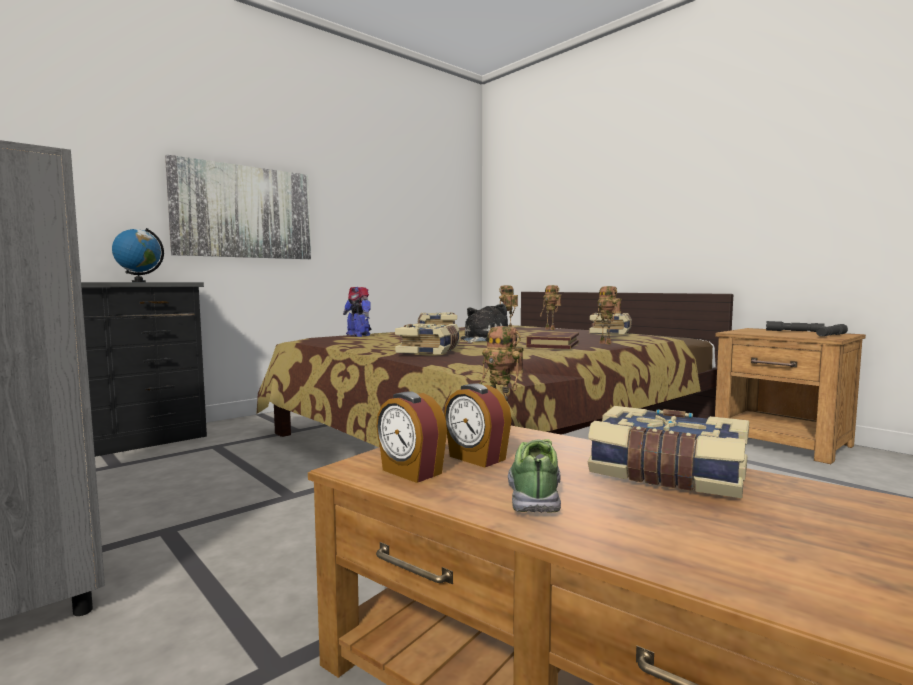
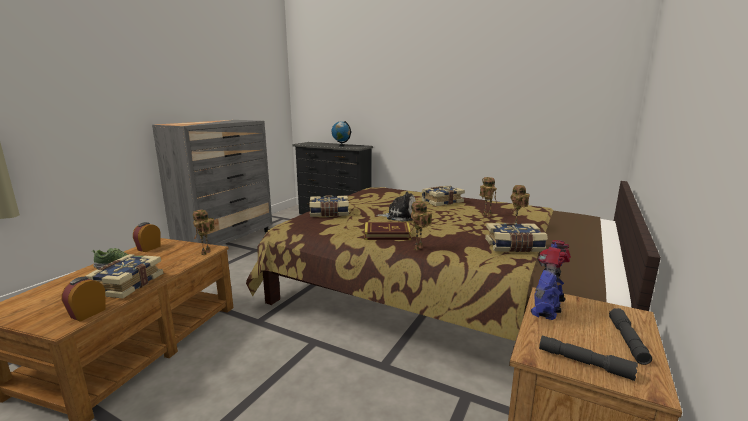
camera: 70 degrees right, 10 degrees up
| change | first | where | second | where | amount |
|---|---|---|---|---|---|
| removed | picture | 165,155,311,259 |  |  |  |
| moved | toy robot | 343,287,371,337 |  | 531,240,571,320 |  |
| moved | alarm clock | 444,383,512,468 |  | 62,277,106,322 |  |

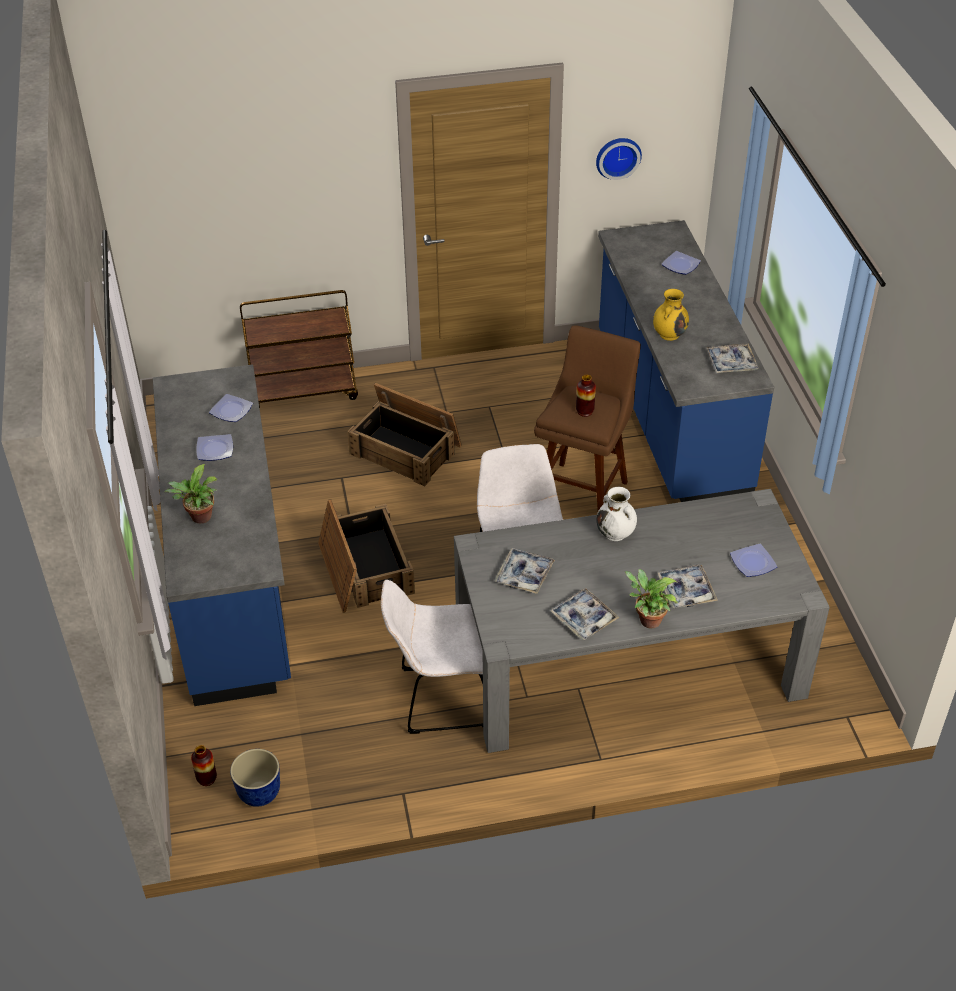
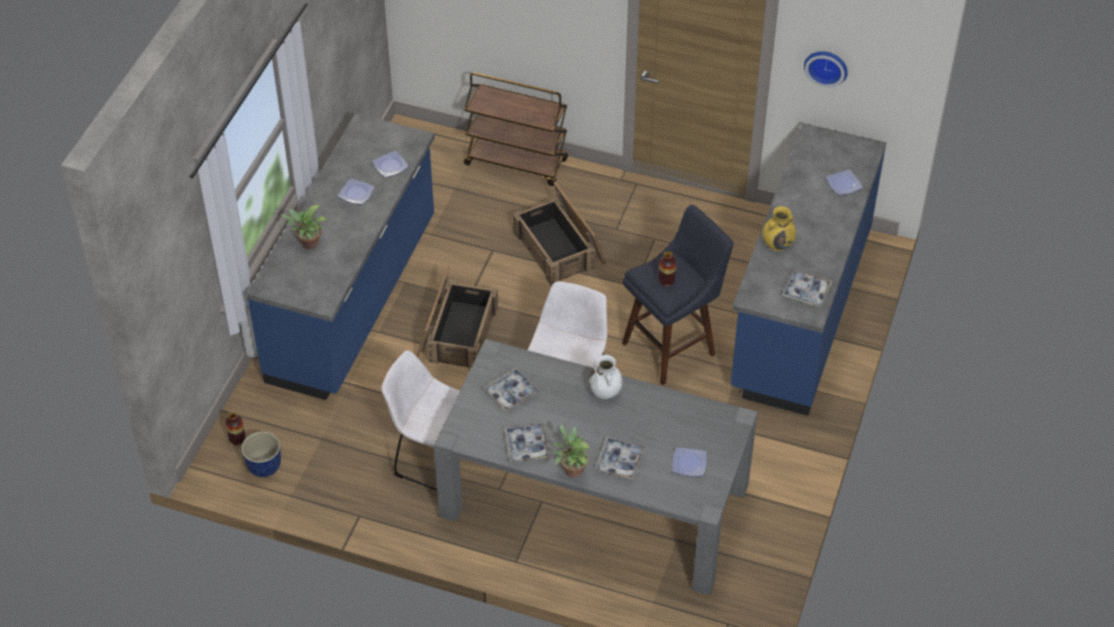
camera: 30 degrees right, 5 degrees up
| change | first | where | second | where | amount |
|---|---|---|---|---|---|
| recoloured | brown stool | 534,325,641,511 | blue stool | 622,205,733,385 |  |

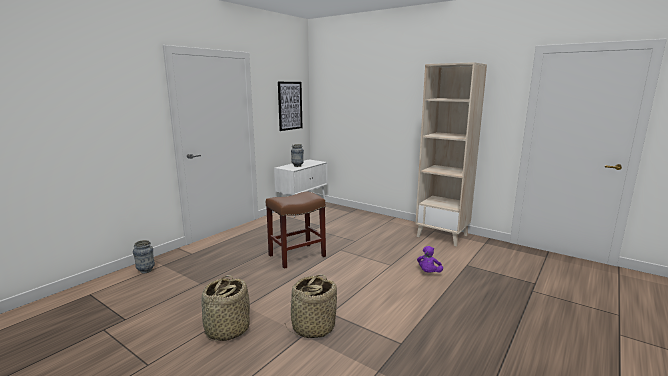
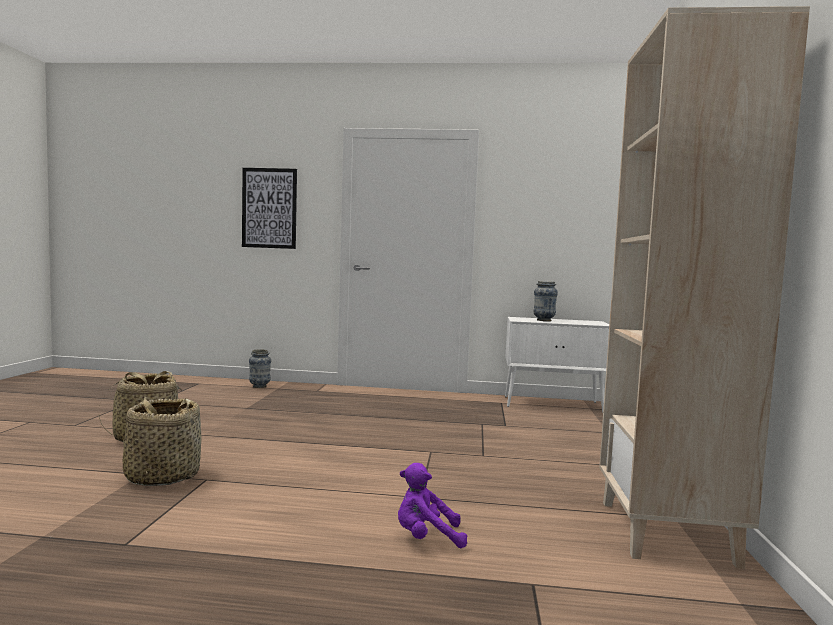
camera: 60 degrees right, 10 degrees down
| change | first | where | second | where | amount |
|---|---|---|---|---|---|
| moved | picture | 278,82,302,131 |  | 242,168,297,249 |  |
| removed | brown stool | 266,192,326,269 |  |  |  |

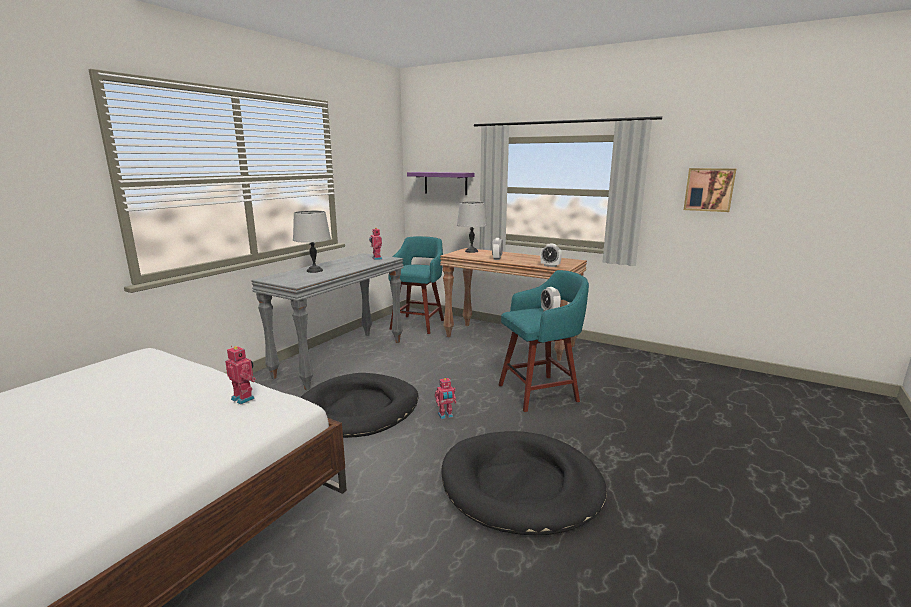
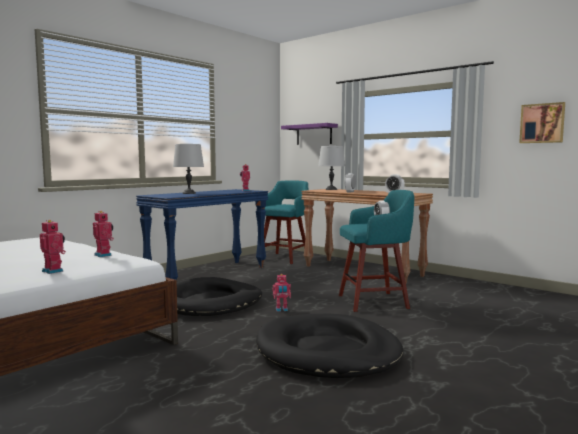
camera: 10 degrees right, 10 degrees down
| change | first | where | second | where | amount |
|---|---|---|---|---|---|
| recoloured | grey console table | 251,253,404,390 | blue console table | 136,189,268,280 |  |
| added |  |  | toy robot | 40,220,66,274 |  |

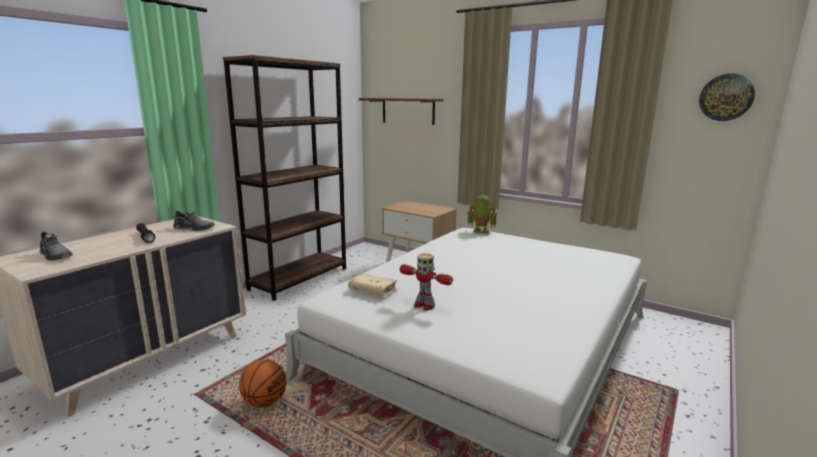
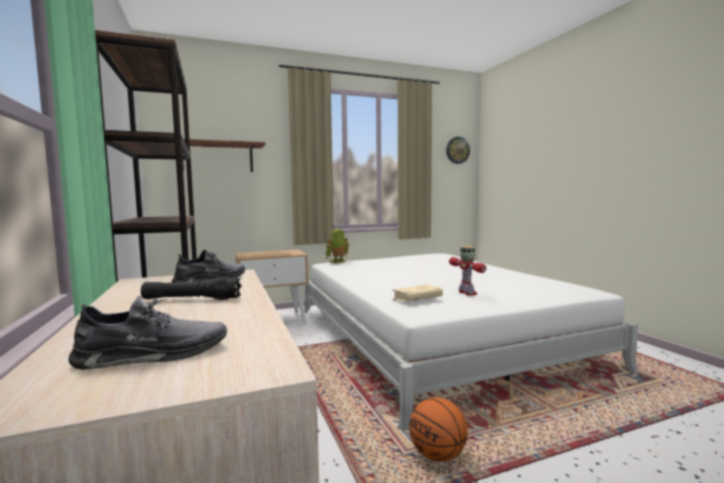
camera: 55 degrees left, 10 degrees down
| change | first | where | second | where | amount |
|---|---|---|---|---|---|
| turned | toy robot | 399,253,453,311 |  | 449,246,487,296 | 90 degrees counterclockwise |

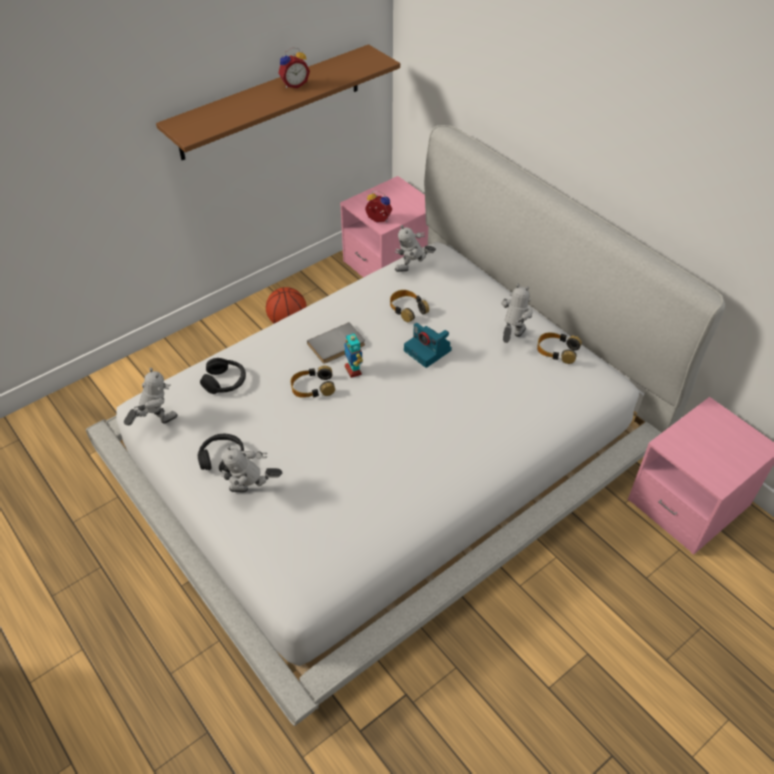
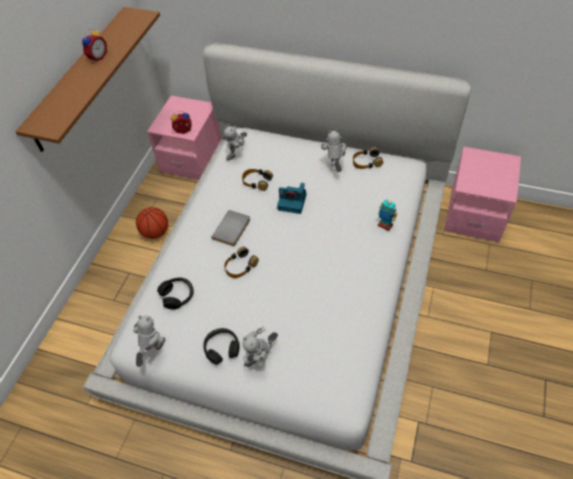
camera: 30 degrees left, 5 degrees up
| change | first | where | second | where | amount |
|---|---|---|---|---|---|
| moved | toy robot | 344,333,363,378 |  | 378,199,398,231 |  |

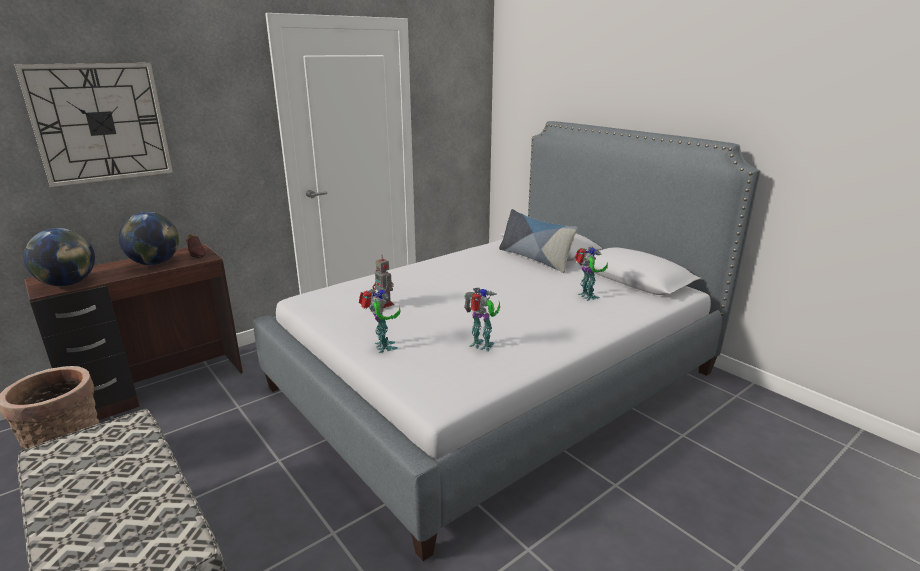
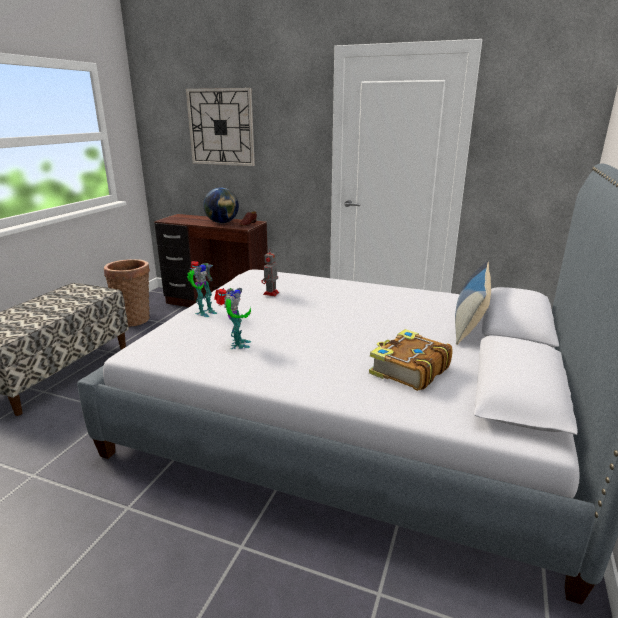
camera: 60 degrees right, 0 degrees up
| change | first | where | second | where | amount |
|---|---|---|---|---|---|
| removed | globe | 24,228,95,286 |  |  |  |
| replaced | toy robot | 575,247,608,301 | book | 369,329,453,391 |  |

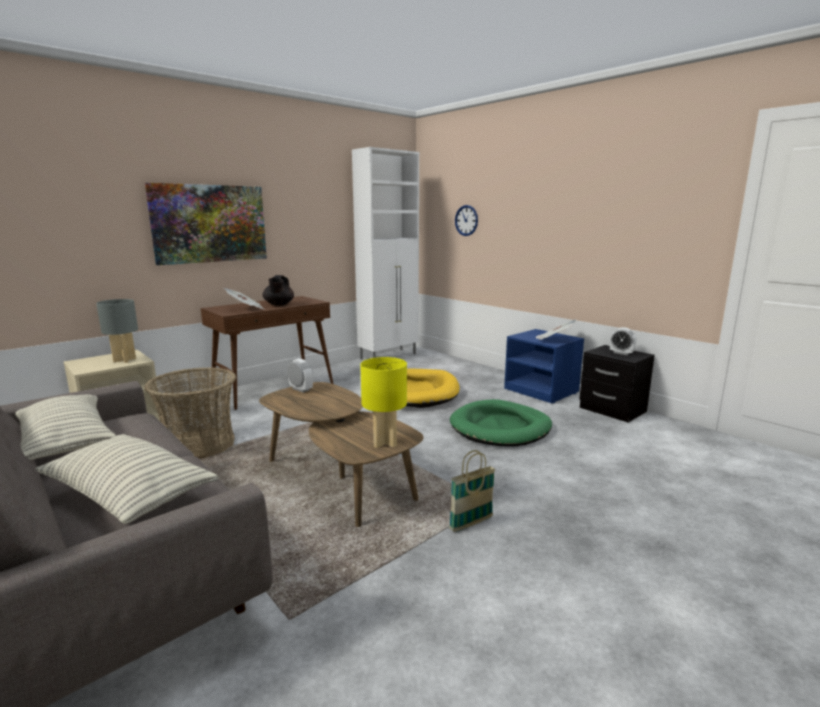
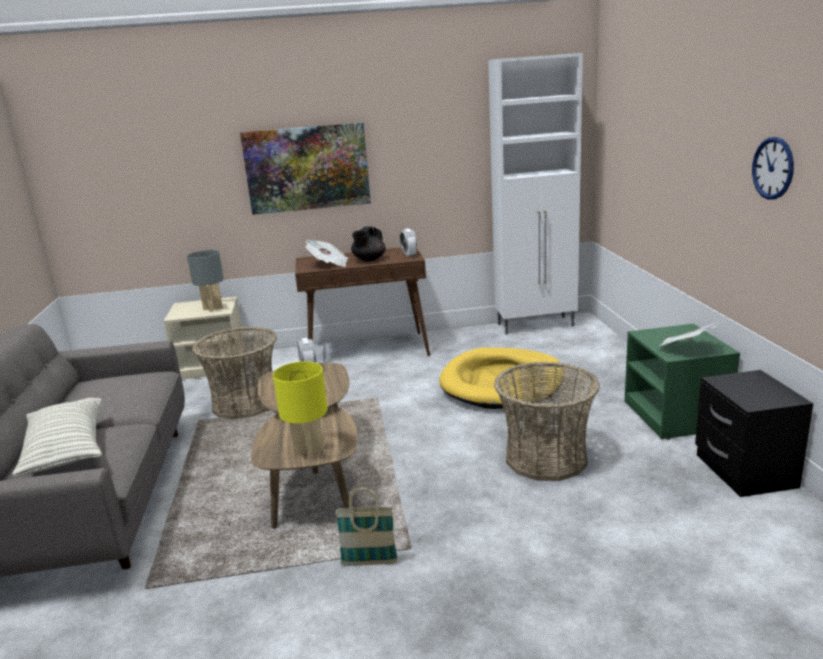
camera: 35 degrees right, 5 degrees up
| change | first | where | second | where | amount |
|---|---|---|---|---|---|
| moved | wall clock | 455,205,478,236 |  | 752,137,794,200 |  |
| moved | alarm clock | 610,327,636,355 |  | 400,228,417,257 |  |
| recoloured | blue nightstand | 504,329,584,403 | green nightstand | 624,324,740,440 |  |
| removed | pillow | 15,394,116,460 |  |  |  |
| replaced | green dog bed | 450,399,552,446 | basket | 494,361,600,481 |  |

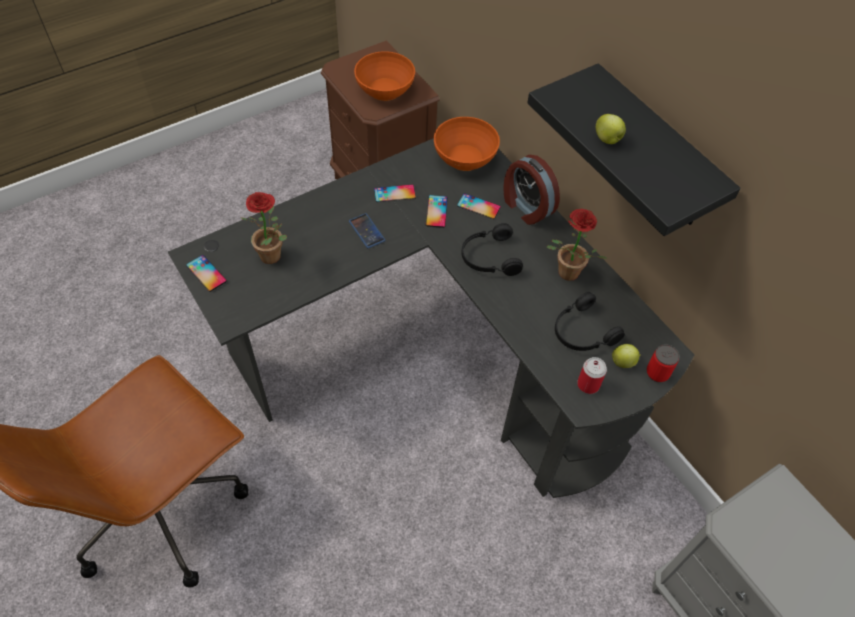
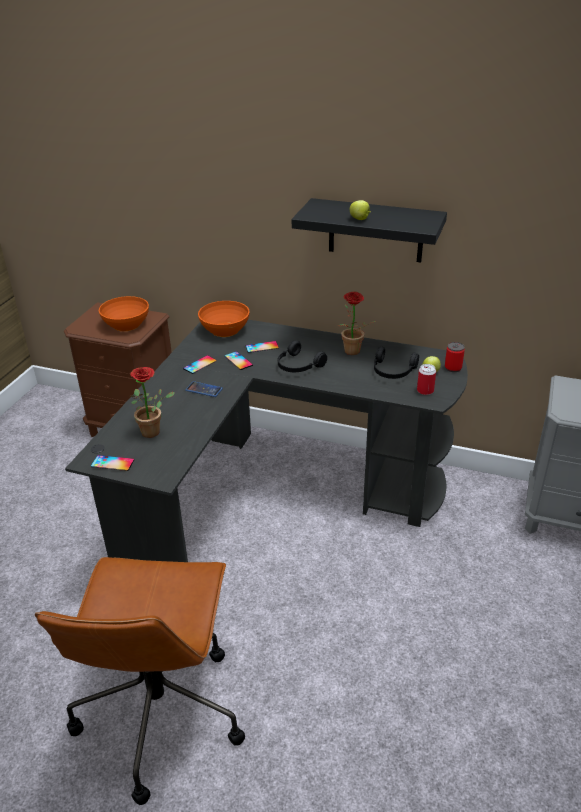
camera: 35 degrees left, 20 degrees down
| change | first | where | second | where | amount |
|---|---|---|---|---|---|
| removed | alarm clock | 503,155,560,225 |  |  |  |

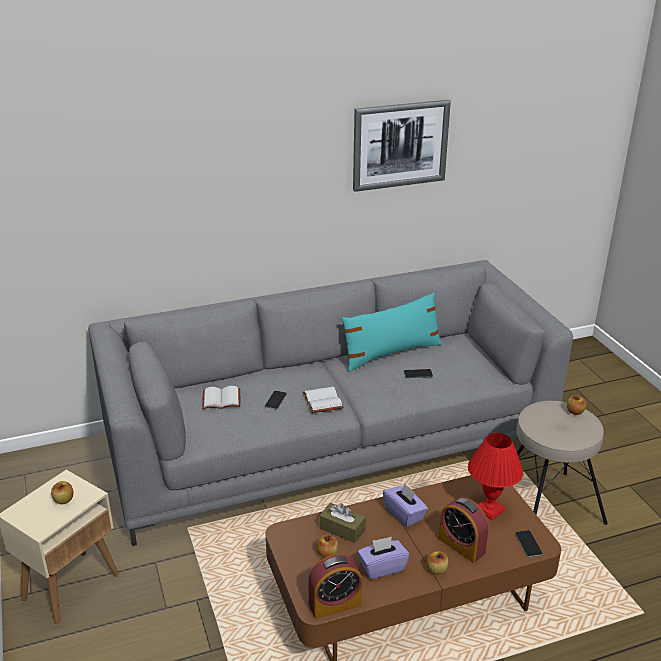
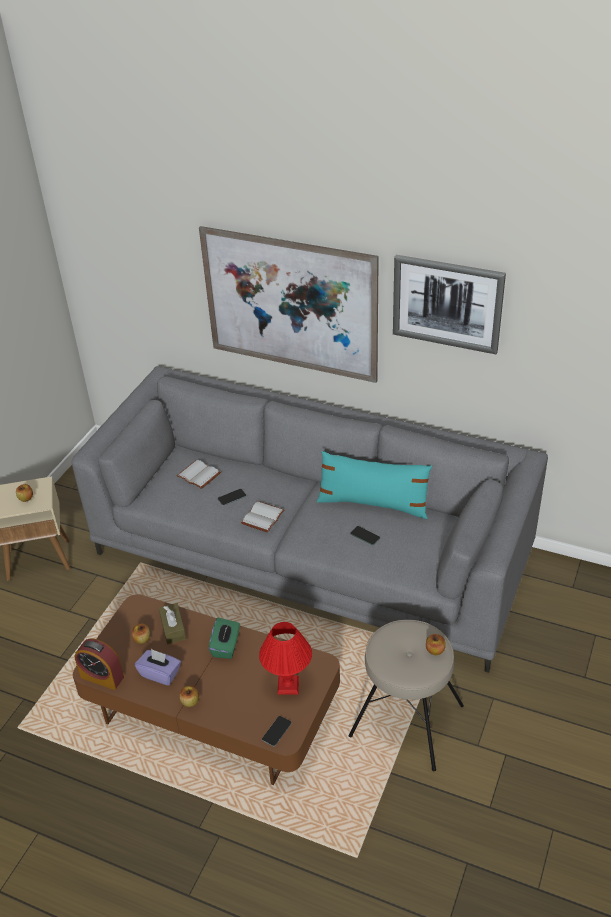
camera: 45 degrees right, 10 degrees up
| change | first | where | second | where | amount |
|---|---|---|---|---|---|
| recoloured | purple tissue box | 383,483,428,527 | green tissue box | 209,618,240,659 |  |
| removed | alarm clock | 439,497,489,563 |  |  |  |
| added |  |  | picture | 199,226,379,383 |  |

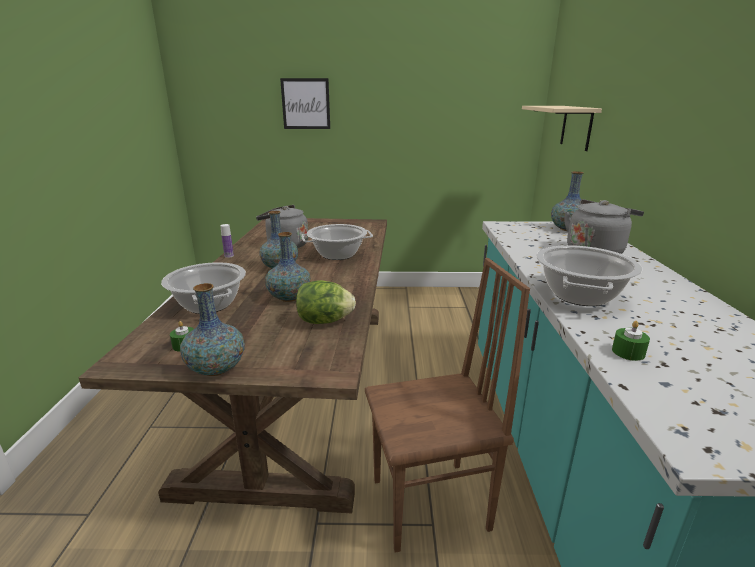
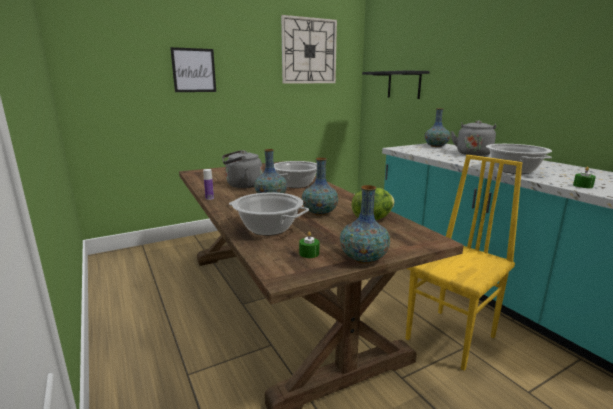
camera: 30 degrees left, 5 degrees down
| change | first | where | second | where | amount |
|---|---|---|---|---|---|
| recoloured | beige shelf | 522,106,602,151 | black shelf | 362,70,430,99 |  |
| recoloured | brown chair | 365,258,530,553 | yellow chair | 406,155,523,371 |  |
| added |  |  | wall clock | 281,15,337,83 |  |

